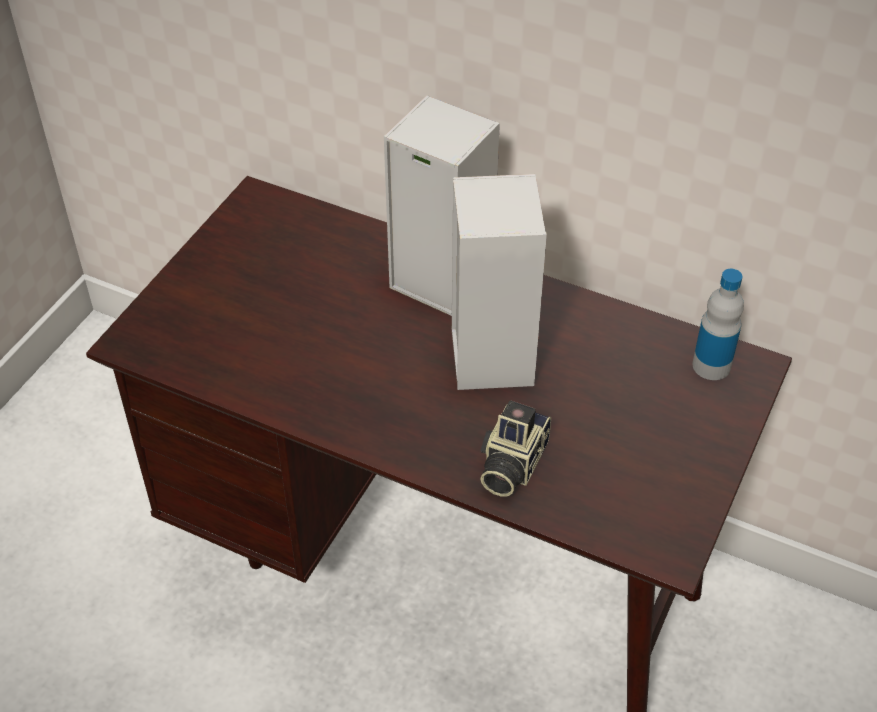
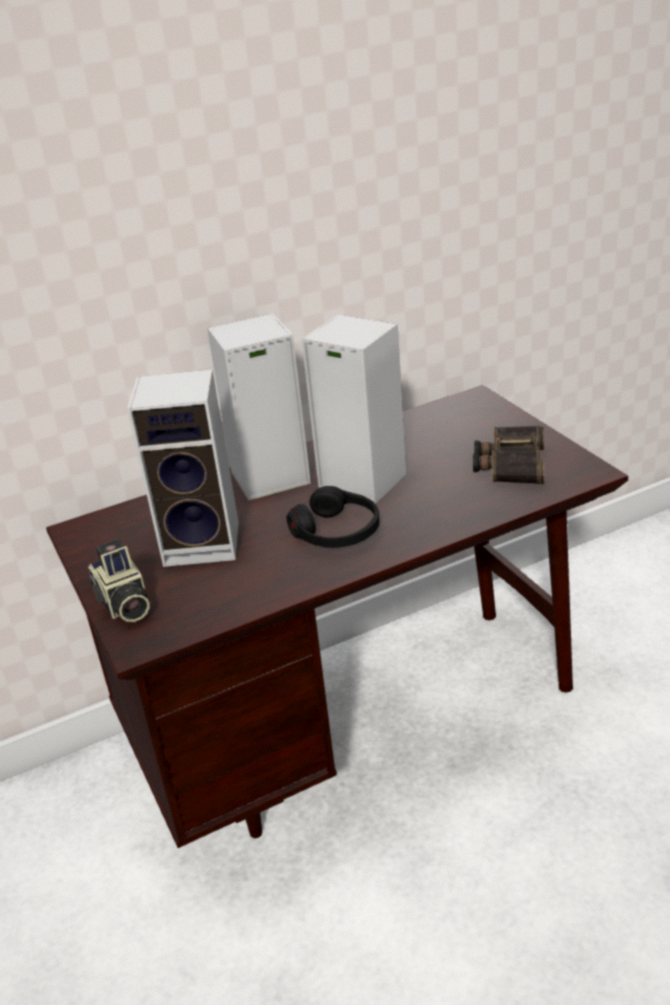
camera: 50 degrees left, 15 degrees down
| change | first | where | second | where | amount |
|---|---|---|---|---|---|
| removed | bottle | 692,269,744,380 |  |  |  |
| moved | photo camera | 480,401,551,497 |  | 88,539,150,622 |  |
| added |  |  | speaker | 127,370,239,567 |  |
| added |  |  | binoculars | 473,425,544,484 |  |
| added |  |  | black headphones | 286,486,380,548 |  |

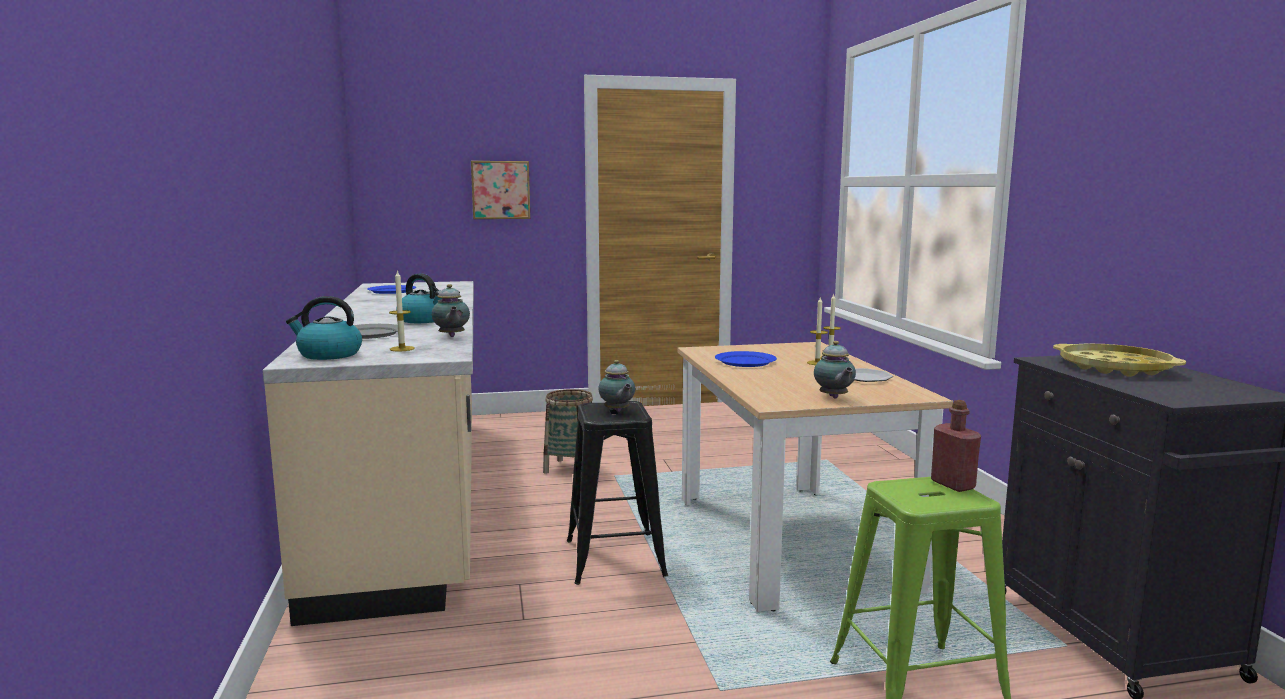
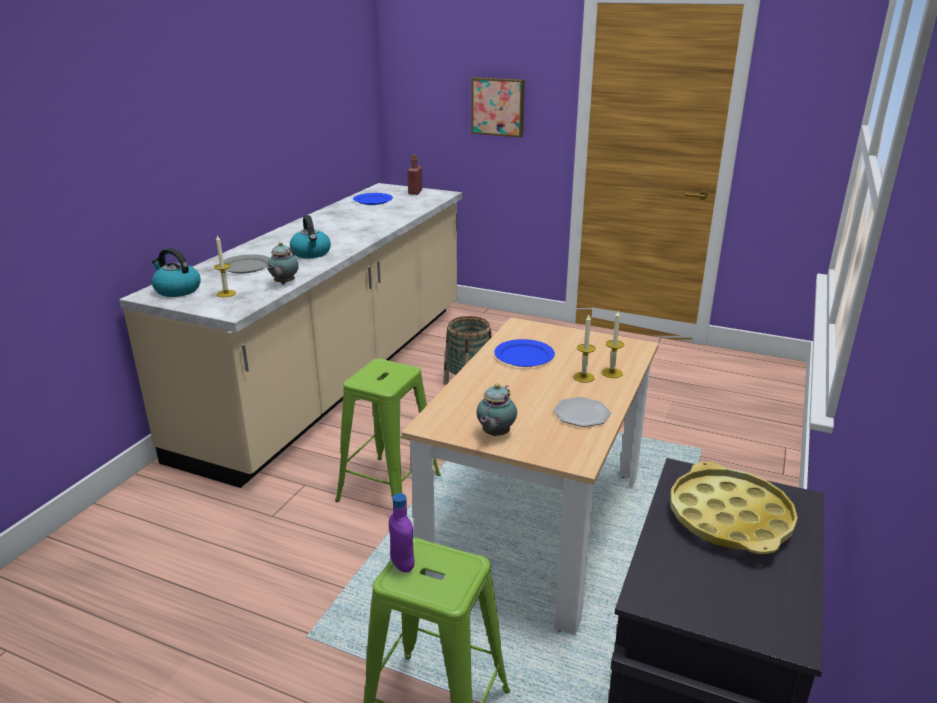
camera: 35 degrees right, 15 degrees up
| change | first | where | second | where | amount |
|---|---|---|---|---|---|
| removed | teapot | 598,360,635,412 |  |  |  |
| moved | red bottle | 931,400,981,492 |  | 407,155,422,195 |  |
| recoloured | black stool | 567,401,668,585 | green stool | 335,359,441,502 |  |
| added |  |  | purple bottle | 389,493,414,572 |  |

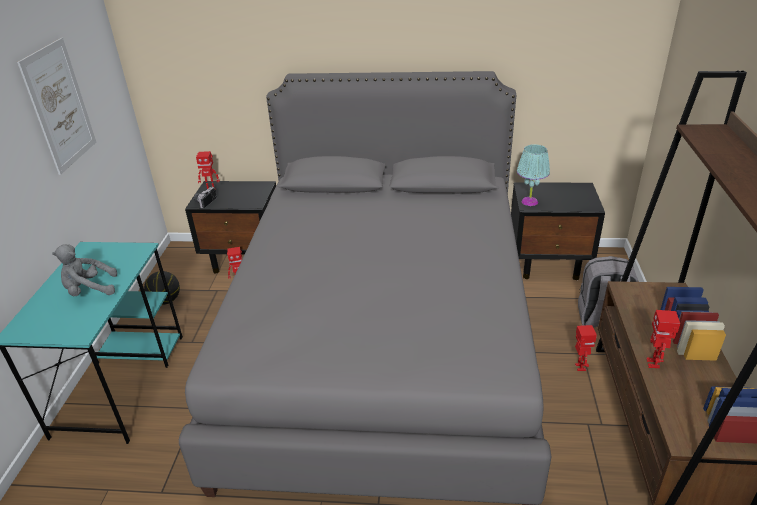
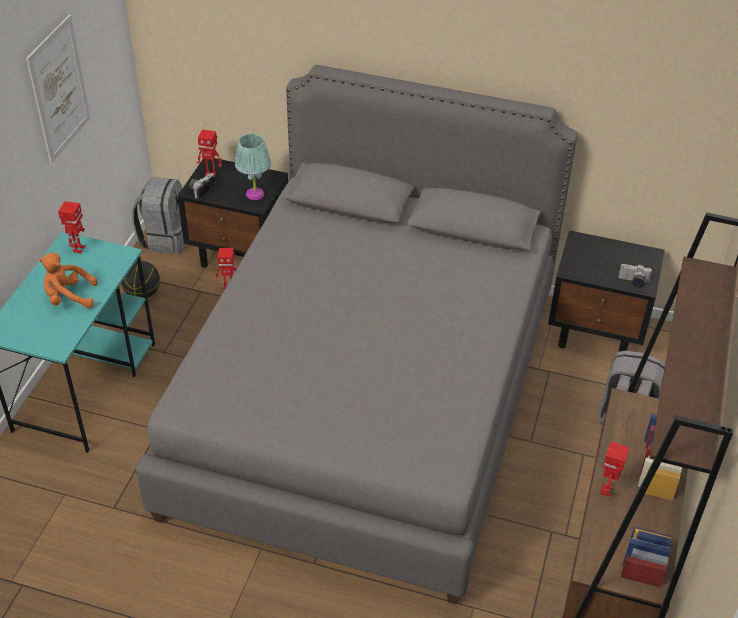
camera: 10 degrees right, 10 degrees up
| change | first | where | second | where | amount |
|---|---|---|---|---|---|
| moved | turquoise table lamp | 517,144,550,206 |  | 235,134,271,200 |  |
| recoloured | grey plush toy | 52,244,117,296 | orange plush toy | 39,253,97,308 |  |
| moved | toy robot | 575,325,597,371 |  | 58,201,86,254 |  |
| added |  |  | grey backpack | 132,177,185,254 |  |
| added |  |  | photo camera | 618,264,652,287 |  |

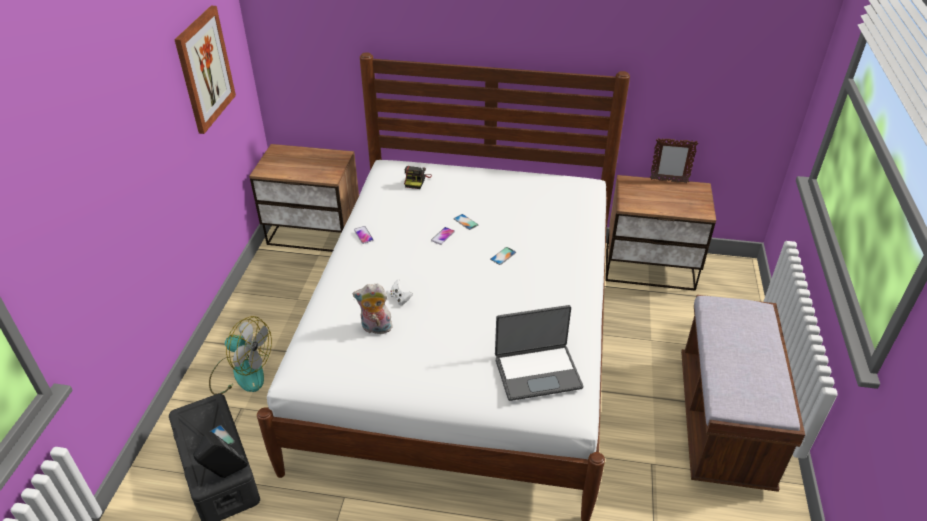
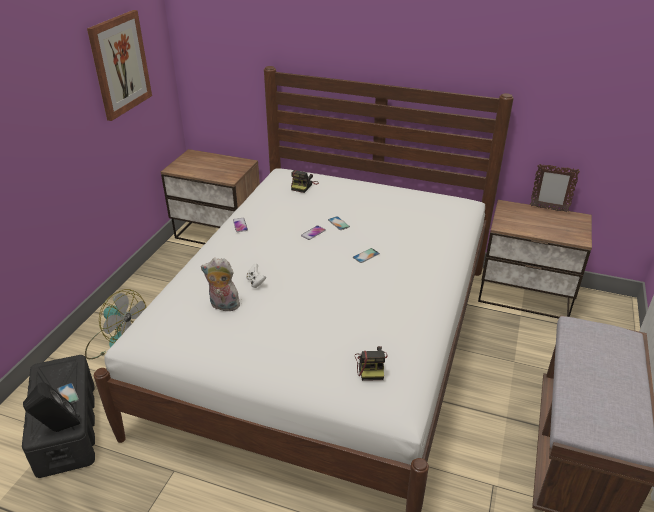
camera: 10 degrees right, 5 degrees down
| change | first | where | second | where | amount |
|---|---|---|---|---|---|
| replaced | laptop | 495,305,583,401 | photo camera | 355,346,387,381 |  |

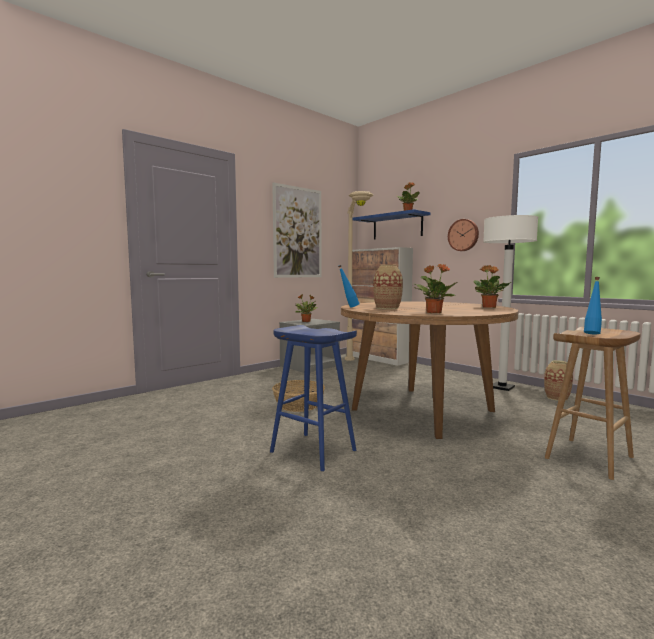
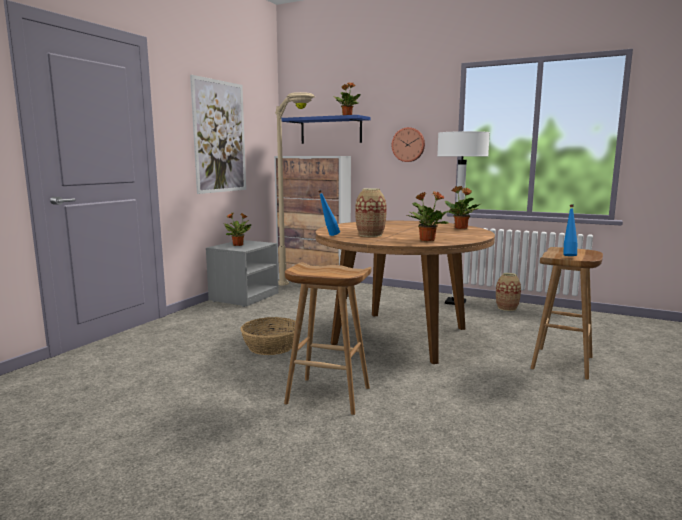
camera: 20 degrees left, 5 degrees up
| change | first | where | second | where | amount |
|---|---|---|---|---|---|
| recoloured | blue stool | 270,325,357,471 | brown stool | 284,262,371,415 |  |

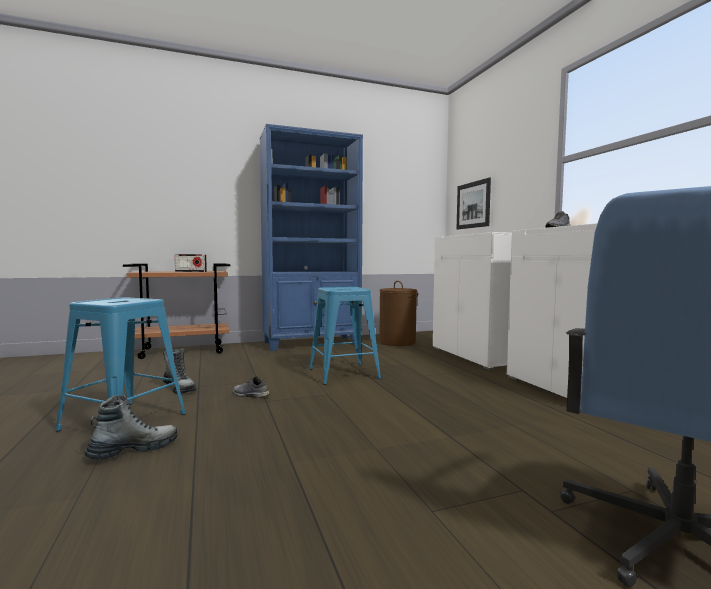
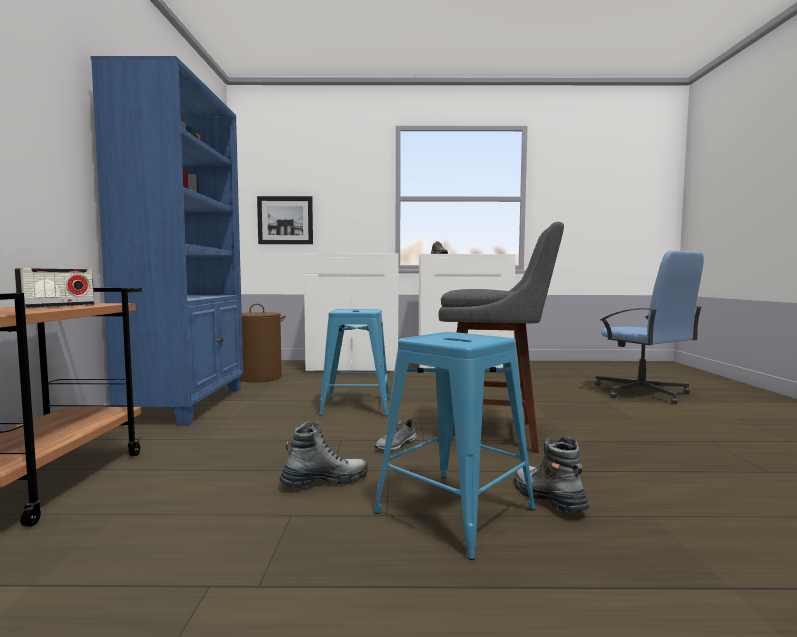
camera: 70 degrees left, 0 degrees up
| change | first | where | second | where | amount |
|---|---|---|---|---|---|
| added |  |  | grey stool | 438,222,564,453 |  |

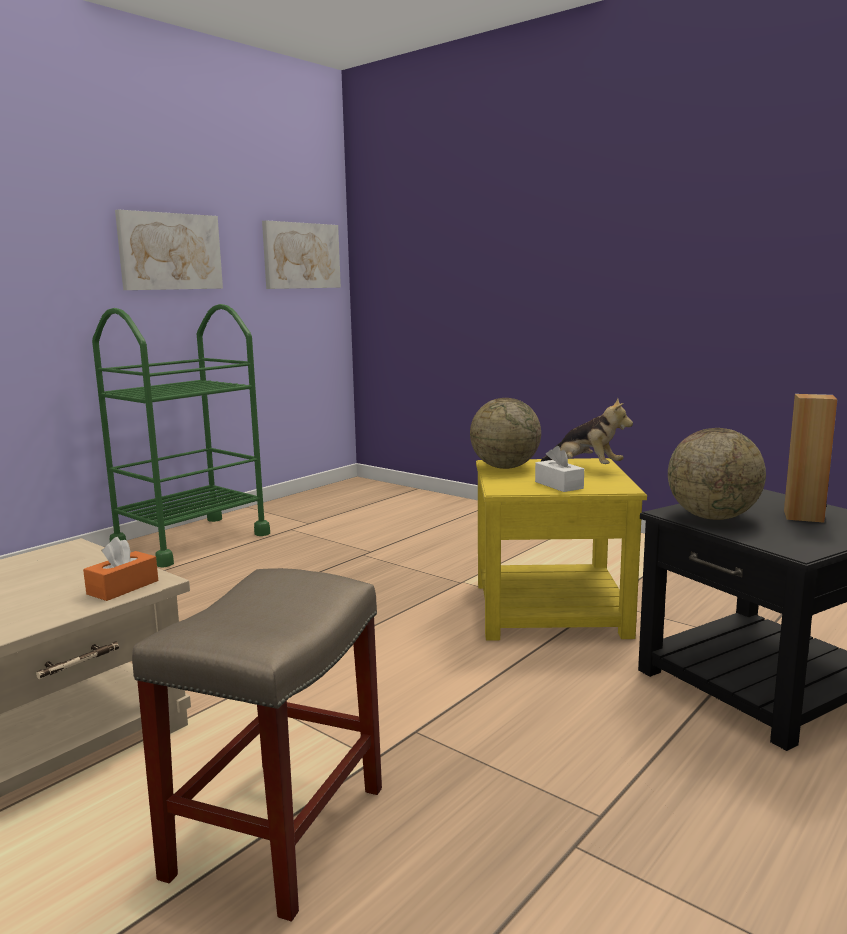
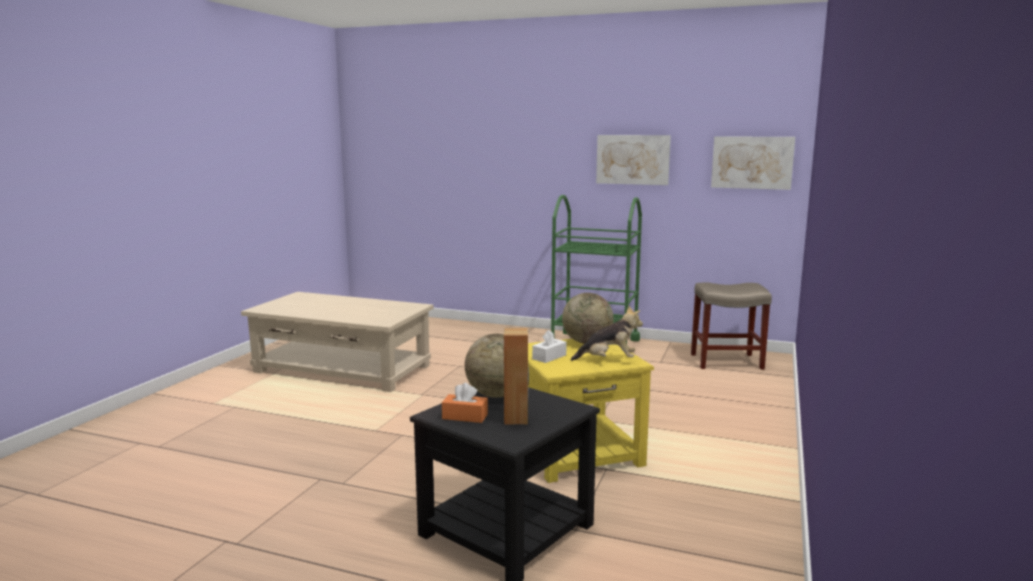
camera: 70 degrees right, 0 degrees up
| change | first | where | second | where | amount |
|---|---|---|---|---|---|
| turned | plush toy | 541,398,633,464 |  | 571,306,643,361 | 105 degrees counterclockwise |
| moved | orange tissue box | 83,537,158,601 |  | 442,383,488,423 |  |
| moved | beige stool | 132,568,382,922 |  | 691,283,772,369 |  |

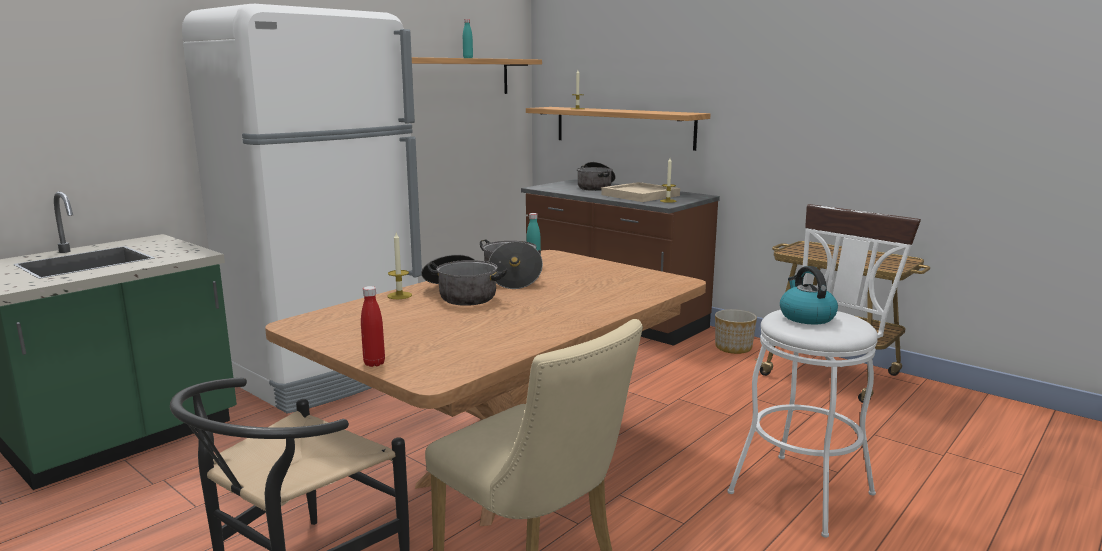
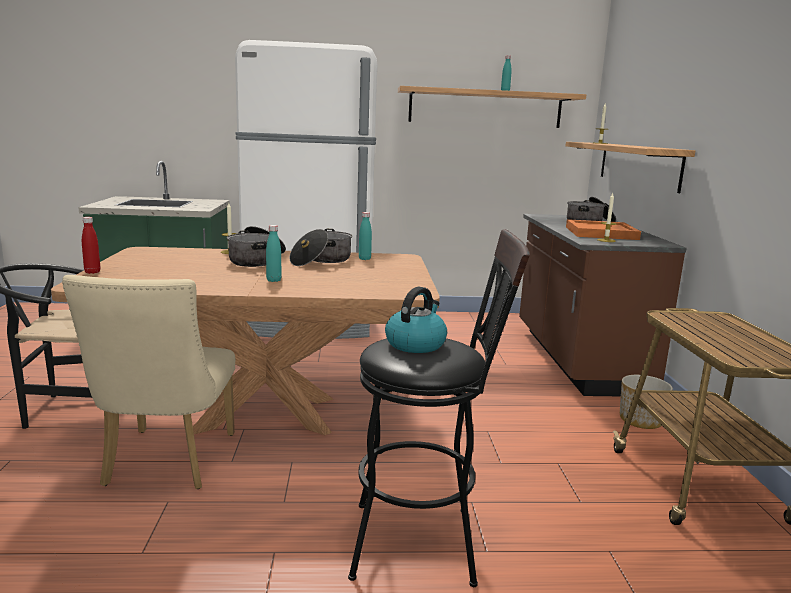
camera: 45 degrees right, 0 degrees up
| change | first | where | second | where | amount |
|---|---|---|---|---|---|
| recoloured | beige tray | 601,182,680,202 | orange tray | 566,219,641,240 |  |
| recoloured | white stool | 727,204,921,538 | black stool | 348,229,530,587 |  |
| added |  |  | turquoise bottle | 266,225,282,282 |  |

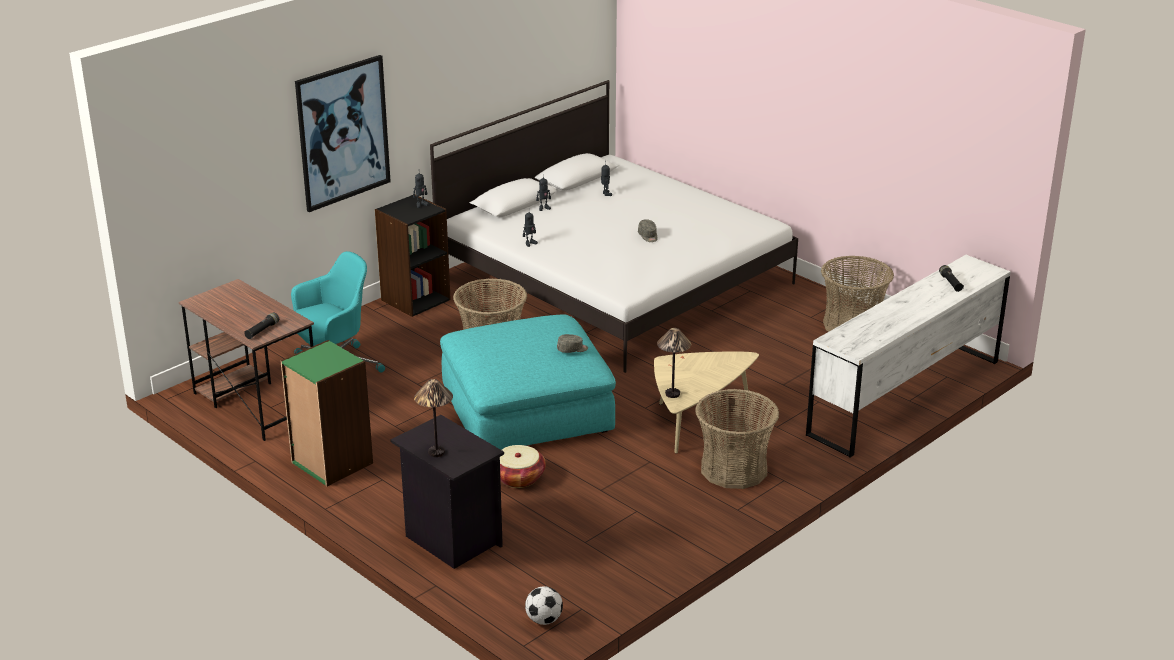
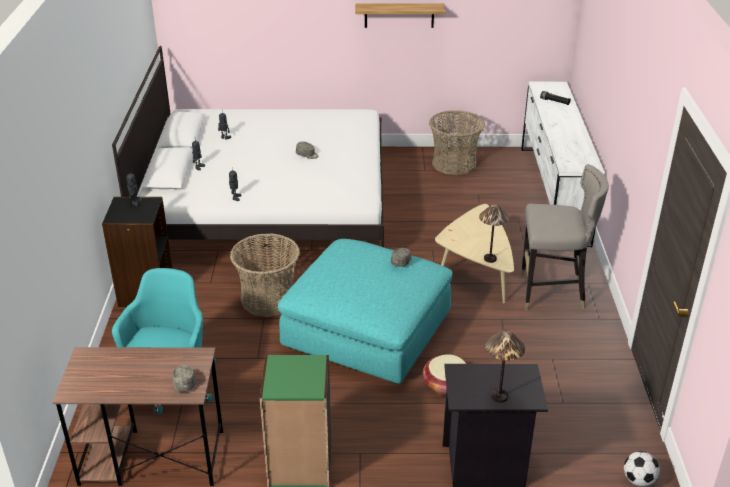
camera: 45 degrees left, 5 degrees up
| change | first | where | second | where | amount |
|---|---|---|---|---|---|
| removed | picture | 295,55,391,212 |  |  |  |
| replaced | black flashlight | 244,312,279,339 | grey cap | 173,365,196,391 |  |
| replaced | basket | 695,389,779,489 | grey stool | 521,164,609,310 |  |
| added |  |  | shelf | 355,3,445,28 |  |

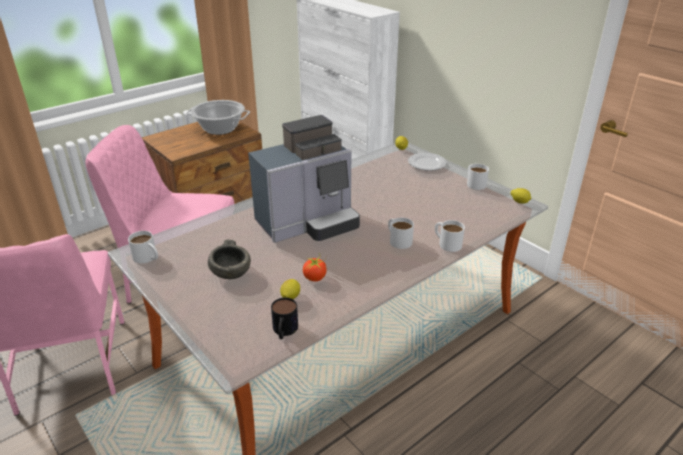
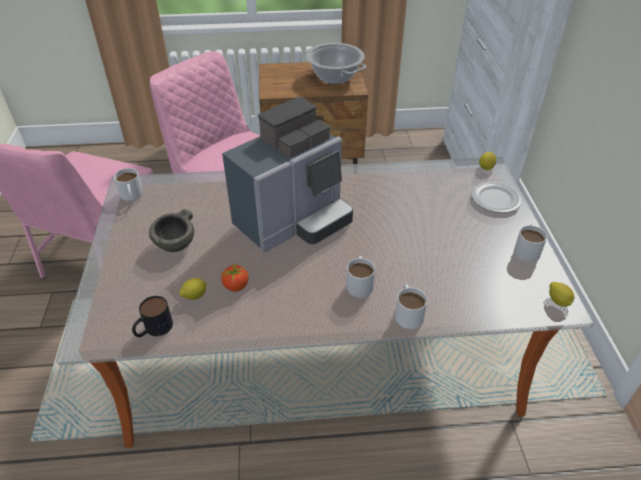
camera: 35 degrees right, 10 degrees up
| change | first | where | second | where | amount |
|---|---|---|---|---|---|
| turned | coffee machine | 248,115,360,243 |  | 222,97,353,253 | 45 degrees counterclockwise |

